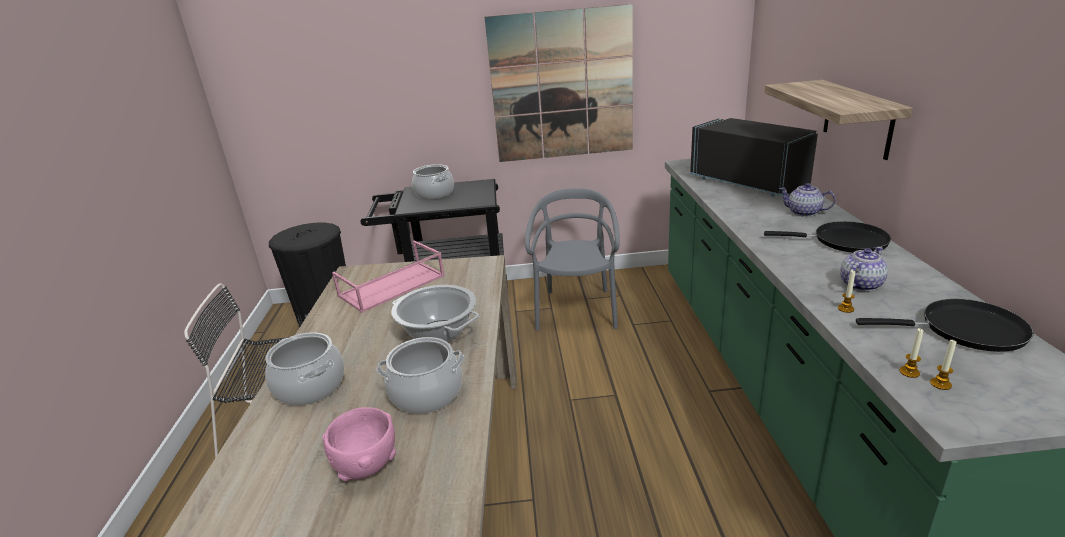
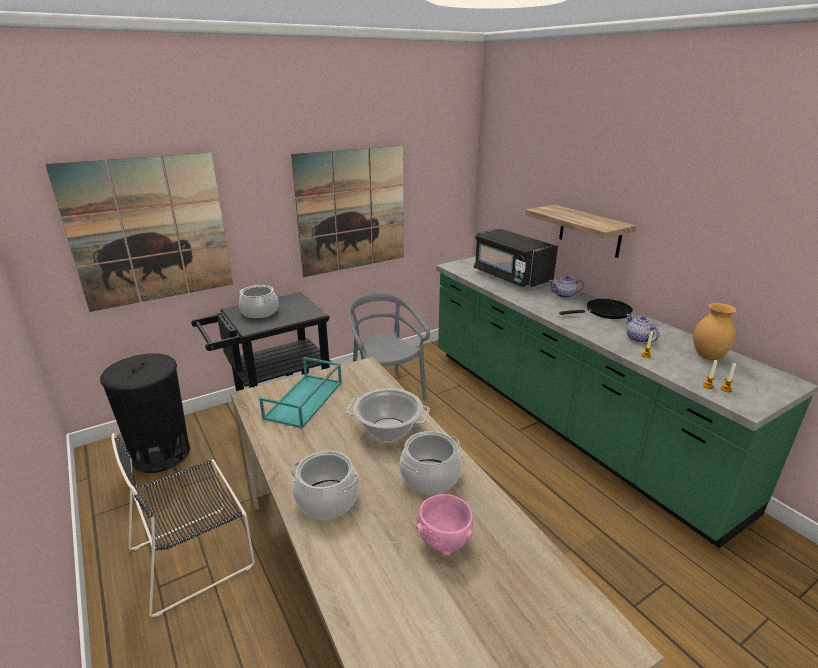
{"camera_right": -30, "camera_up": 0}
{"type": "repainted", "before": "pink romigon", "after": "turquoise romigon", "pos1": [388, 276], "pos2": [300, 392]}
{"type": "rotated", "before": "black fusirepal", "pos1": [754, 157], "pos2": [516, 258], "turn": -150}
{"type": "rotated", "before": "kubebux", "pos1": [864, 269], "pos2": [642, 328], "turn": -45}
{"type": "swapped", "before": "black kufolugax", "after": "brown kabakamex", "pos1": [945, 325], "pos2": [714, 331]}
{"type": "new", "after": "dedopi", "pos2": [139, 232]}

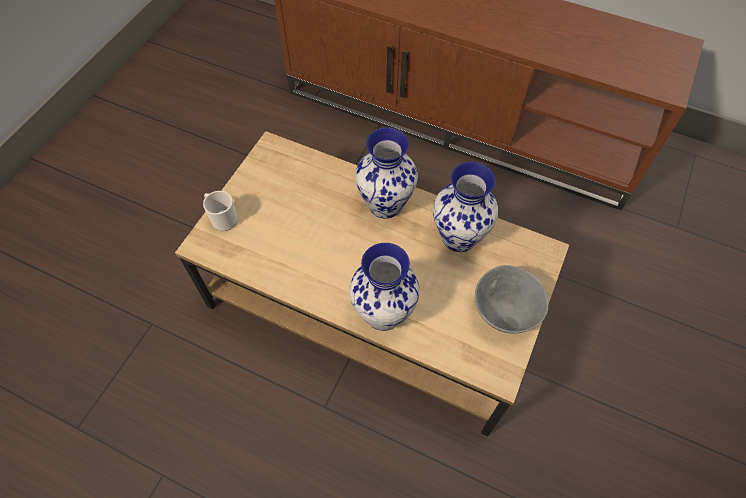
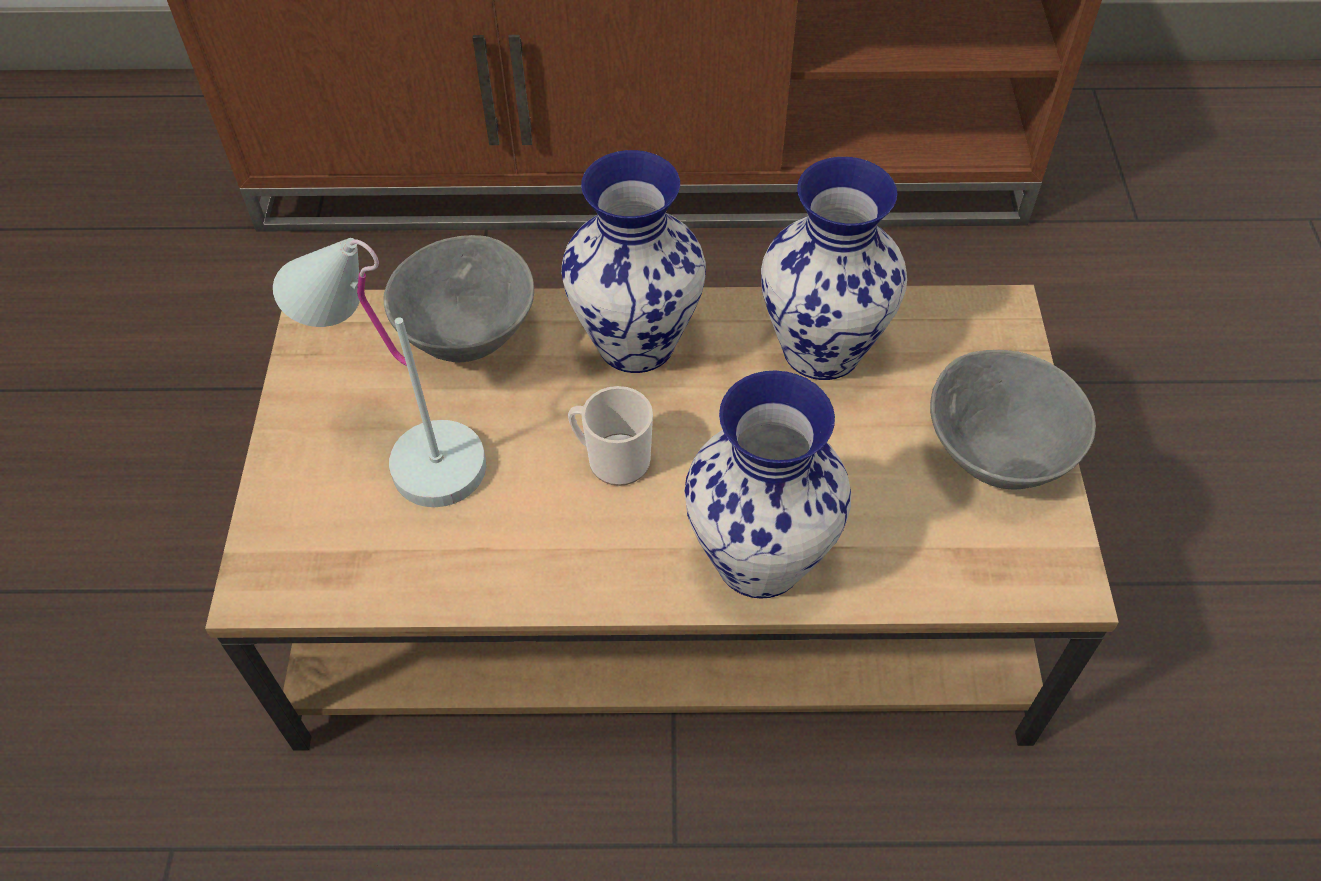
{"camera_right": -25, "camera_up": -5}
{"type": "shifted", "before": "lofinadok", "pos1": [220, 211], "pos2": [610, 436]}
{"type": "new", "after": "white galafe", "pos2": [379, 372]}
{"type": "new", "after": "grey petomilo", "pos2": [458, 299]}

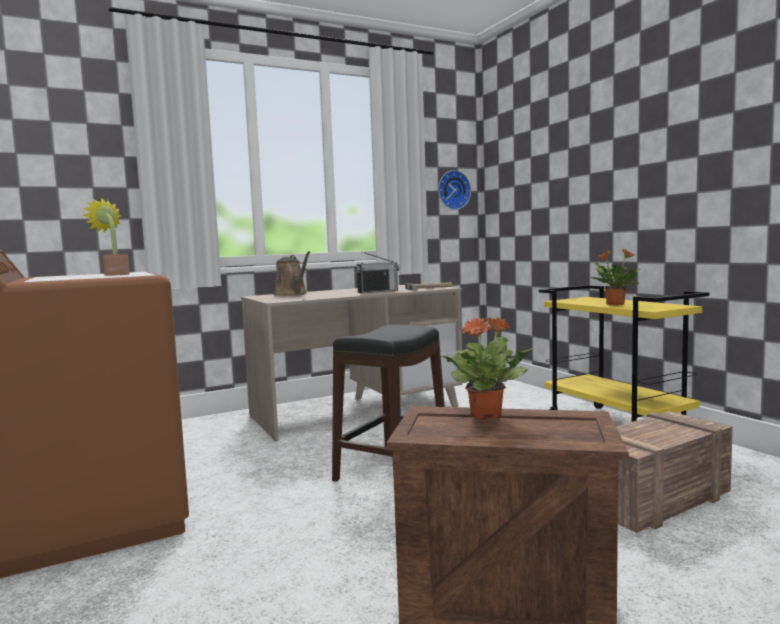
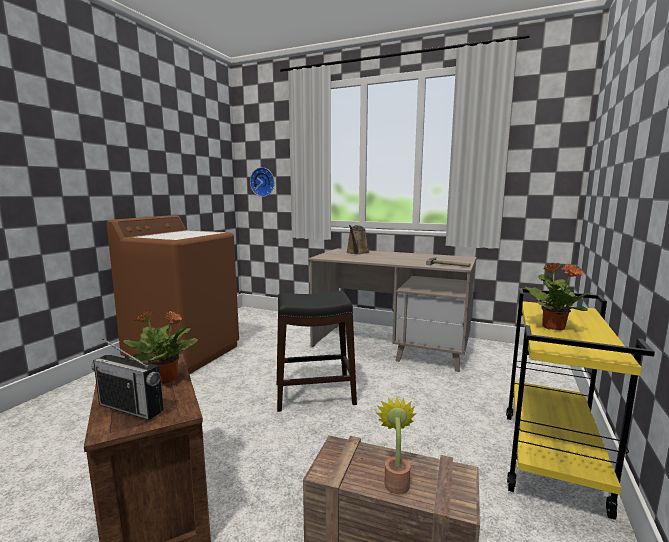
{"camera_right": 50, "camera_up": 5}
{"type": "shifted", "before": "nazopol", "pos1": [106, 237], "pos2": [395, 446]}
{"type": "shifted", "before": "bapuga", "pos1": [377, 272], "pos2": [127, 379]}
{"type": "shifted", "before": "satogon", "pos1": [454, 190], "pos2": [262, 182]}

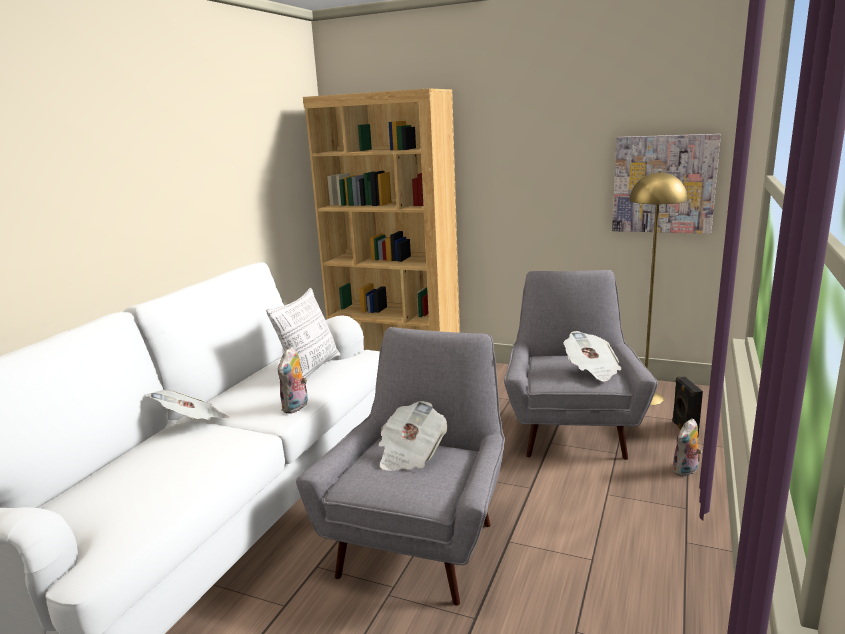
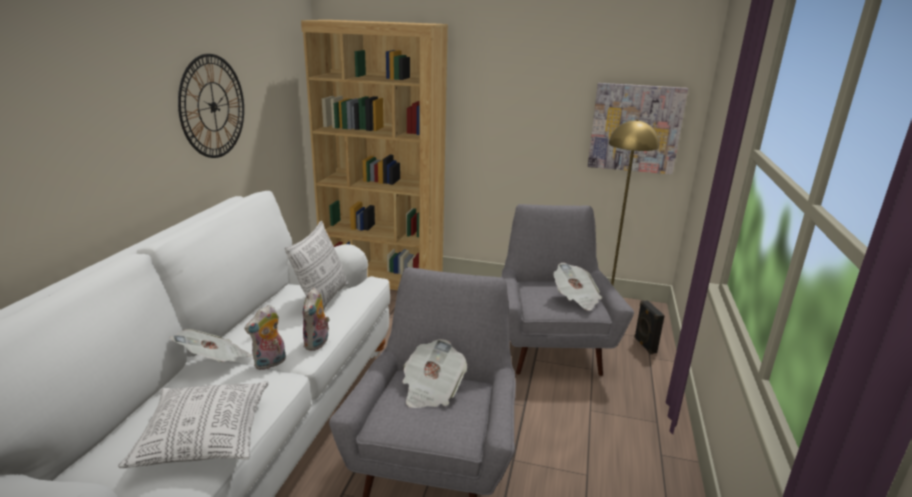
{"camera_right": -10, "camera_up": 5}
{"type": "shifted", "before": "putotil", "pos1": [687, 447], "pos2": [265, 337]}
{"type": "new", "after": "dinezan", "pos2": [193, 424]}
{"type": "new", "after": "satogon", "pos2": [211, 106]}

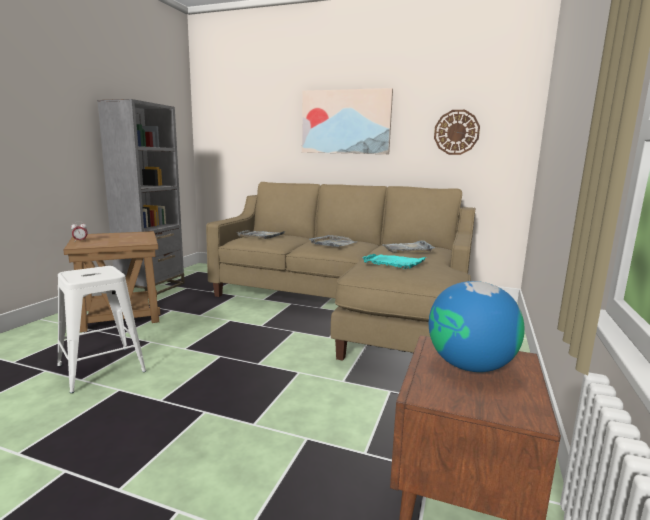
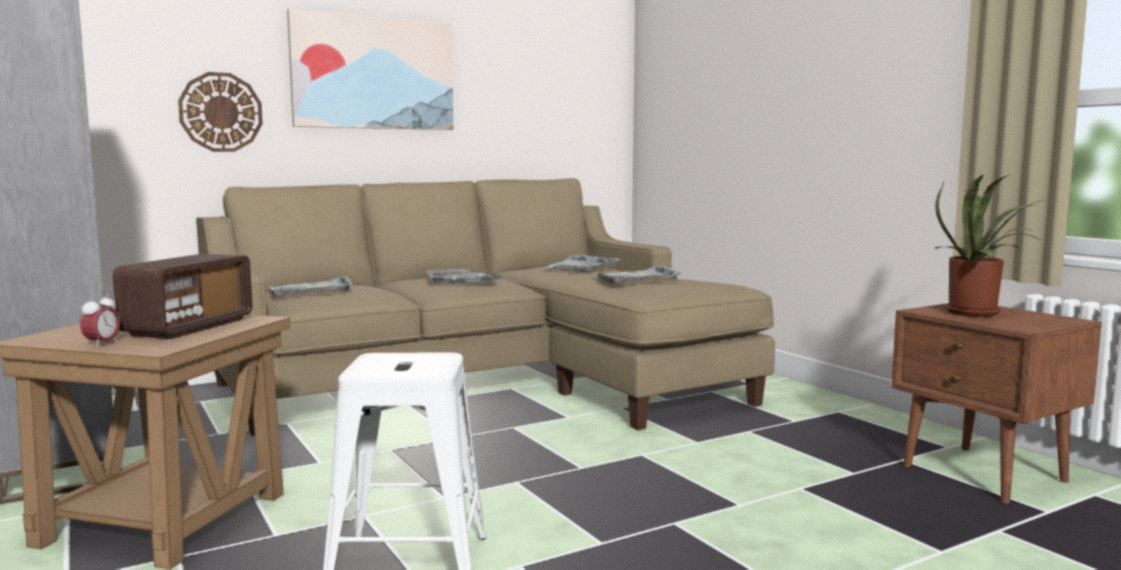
{"camera_right": -50, "camera_up": -5}
{"type": "repainted", "before": "turquoise romigon", "after": "grey romigon", "pos1": [394, 261], "pos2": [638, 274]}
{"type": "swapped", "before": "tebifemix", "after": "nazopol", "pos1": [477, 326], "pos2": [989, 245]}
{"type": "shifted", "before": "satogon", "pos1": [457, 132], "pos2": [220, 112]}
{"type": "new", "after": "bapuga", "pos2": [183, 296]}

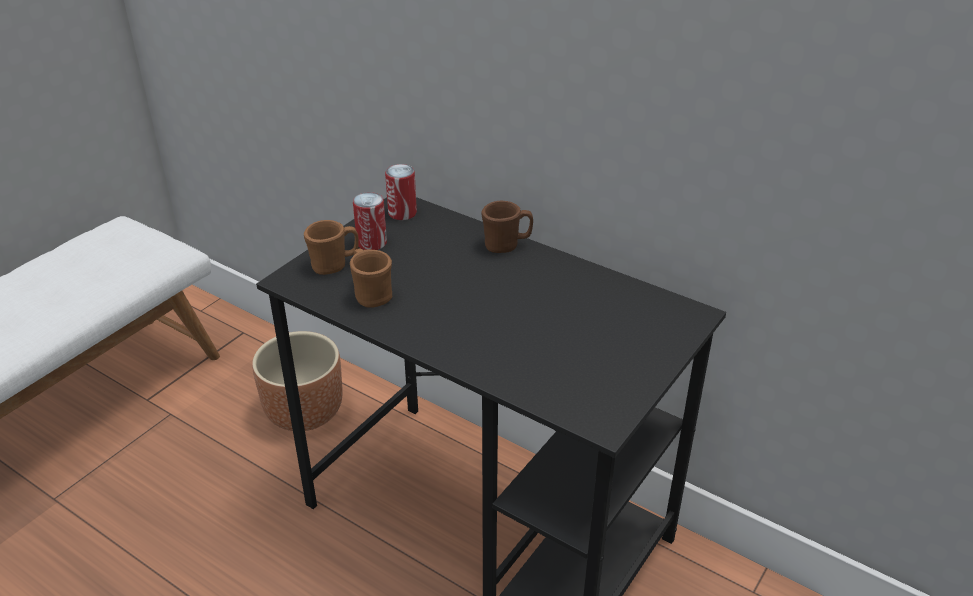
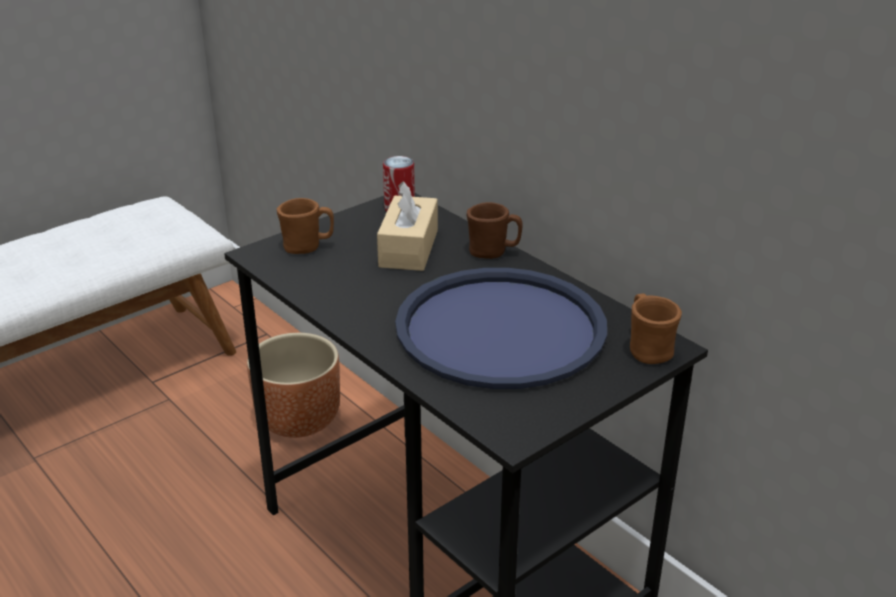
{"camera_right": 15, "camera_up": -5}
{"type": "shifted", "before": "brown lofinadok", "pos1": [371, 278], "pos2": [656, 328]}
{"type": "gone", "before": "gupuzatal", "pos1": [370, 221]}
{"type": "new", "after": "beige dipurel", "pos2": [407, 226]}
{"type": "new", "after": "blue romigon", "pos2": [501, 328]}

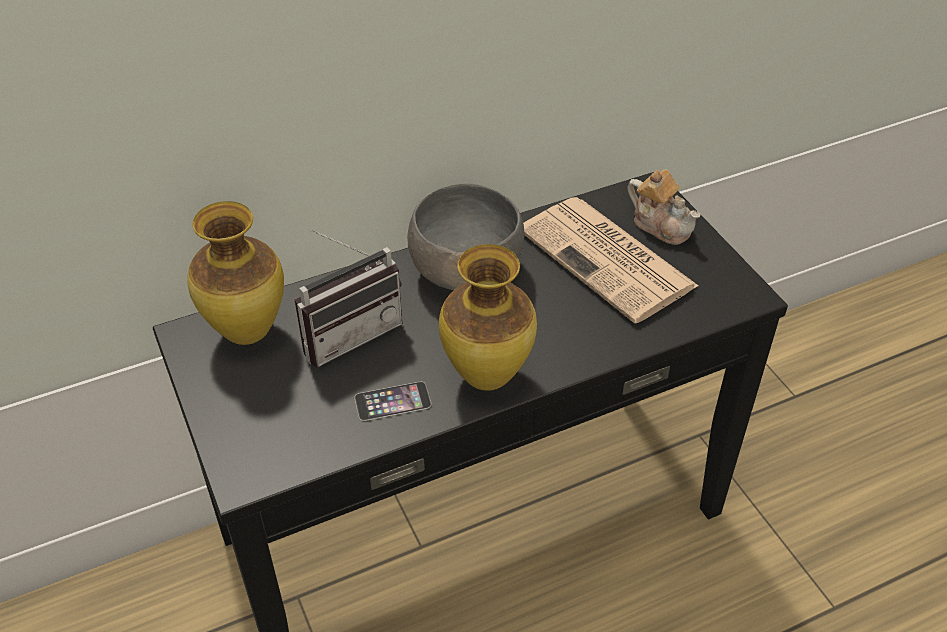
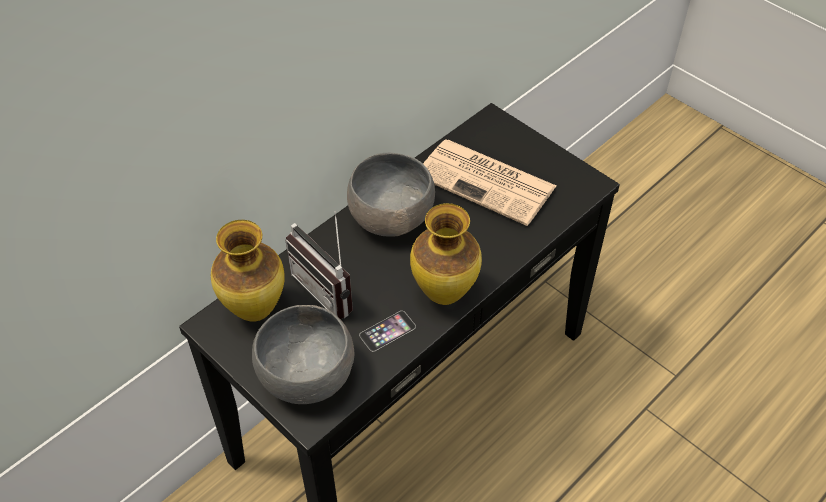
{"camera_right": -20, "camera_up": 5}
{"type": "rotated", "before": "bapuga", "pos1": [348, 298], "pos2": [319, 265], "turn": 105}
{"type": "gone", "before": "kubebux", "pos1": [664, 207]}
{"type": "new", "after": "grey petomilo", "pos2": [303, 354]}

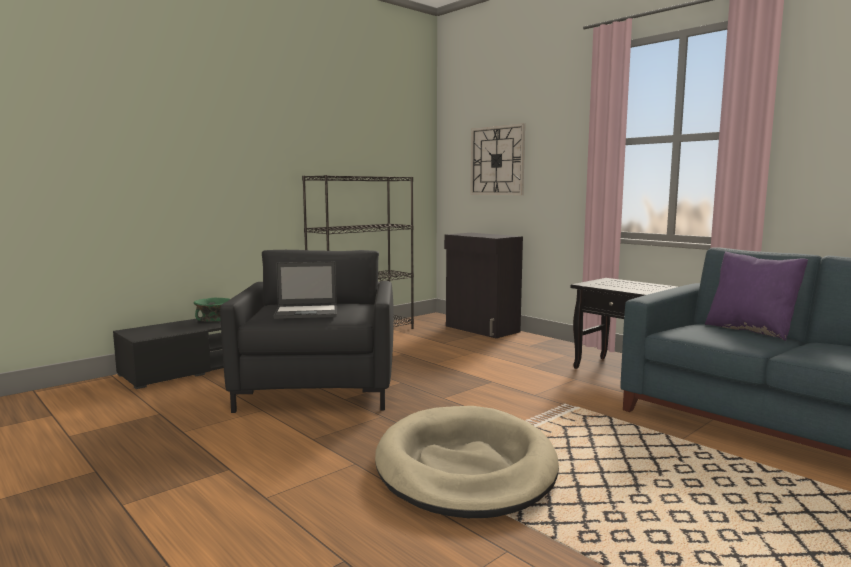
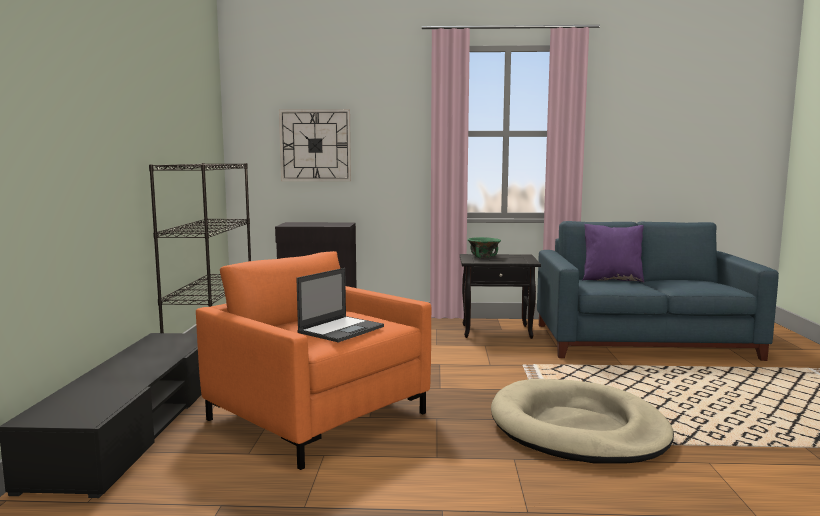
{"camera_right": -45, "camera_up": 0}
{"type": "shifted", "before": "green petomilo", "pos1": [212, 310], "pos2": [484, 247]}
{"type": "repainted", "before": "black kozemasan", "after": "orange kozemasan", "pos1": [307, 331], "pos2": [313, 360]}

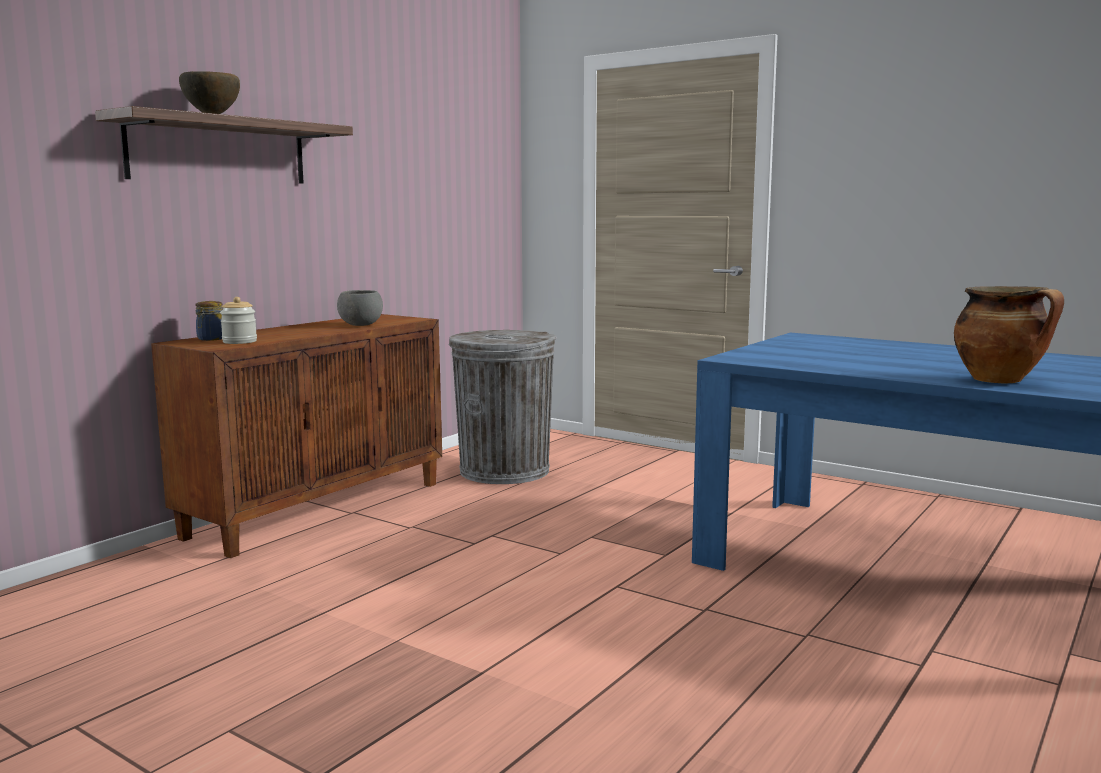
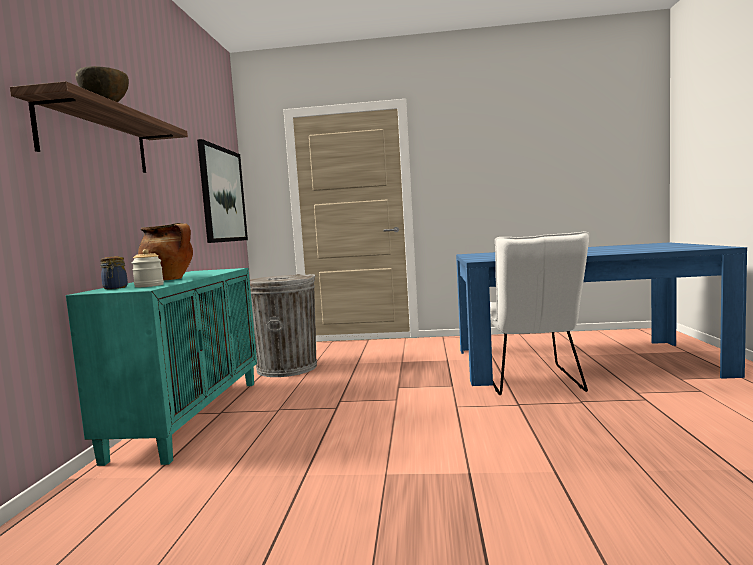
{"camera_right": -30, "camera_up": -5}
{"type": "repainted", "before": "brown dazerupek", "after": "turquoise dazerupek", "pos1": [296, 436], "pos2": [161, 367]}
{"type": "gone", "before": "grey petomilo", "pos1": [360, 308]}
{"type": "shifted", "before": "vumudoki", "pos1": [1009, 334], "pos2": [165, 252]}
{"type": "new", "after": "dedopi", "pos2": [222, 191]}
{"type": "new", "after": "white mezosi", "pos2": [540, 313]}

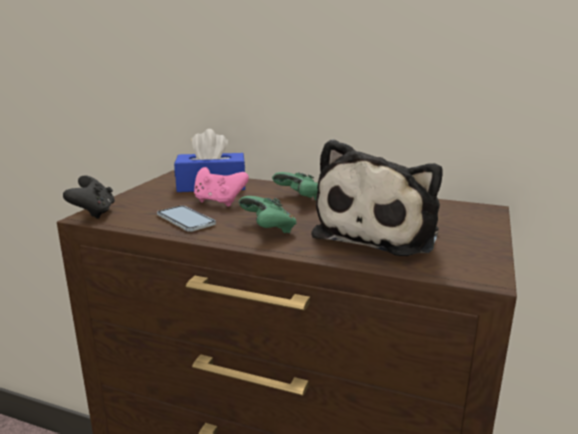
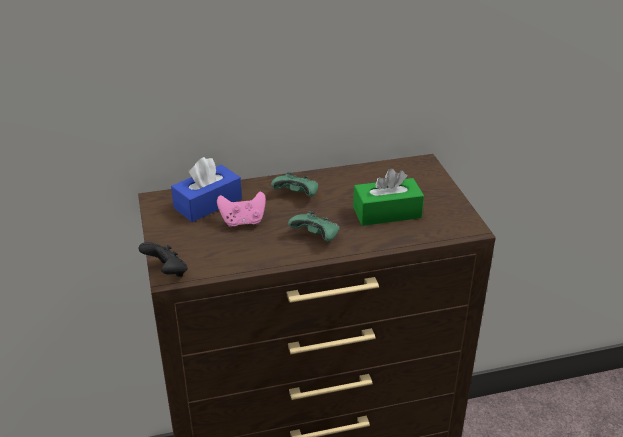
{"camera_right": -35, "camera_up": 15}
{"type": "gone", "before": "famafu", "pos1": [186, 218]}
{"type": "swapped", "before": "putotil", "after": "green dipurel", "pos1": [377, 197], "pos2": [388, 197]}

